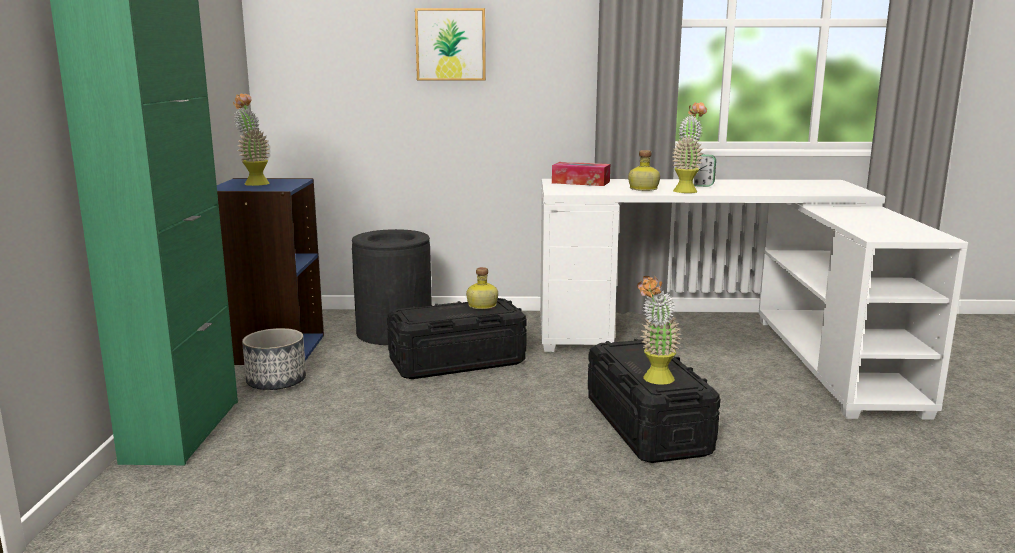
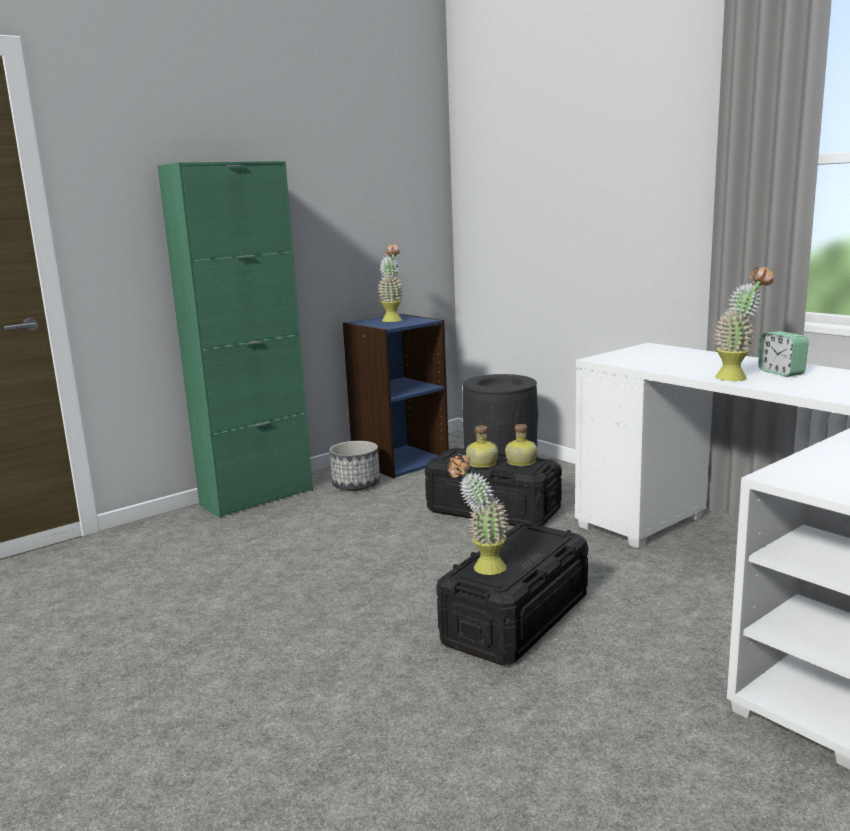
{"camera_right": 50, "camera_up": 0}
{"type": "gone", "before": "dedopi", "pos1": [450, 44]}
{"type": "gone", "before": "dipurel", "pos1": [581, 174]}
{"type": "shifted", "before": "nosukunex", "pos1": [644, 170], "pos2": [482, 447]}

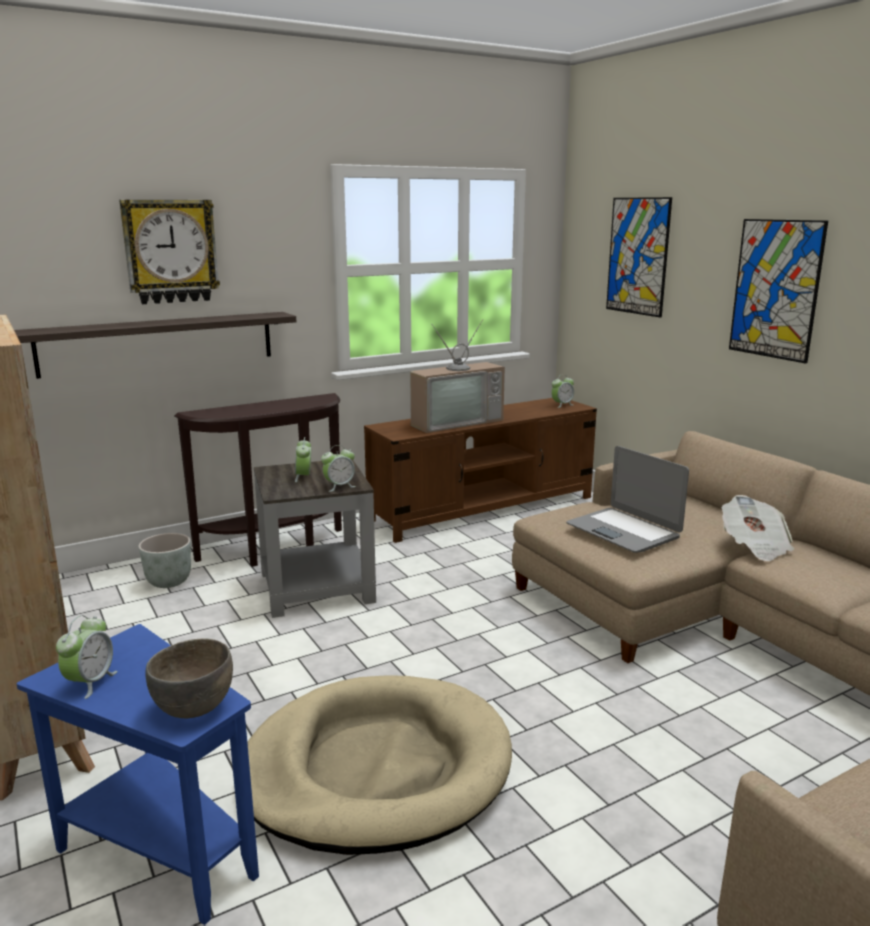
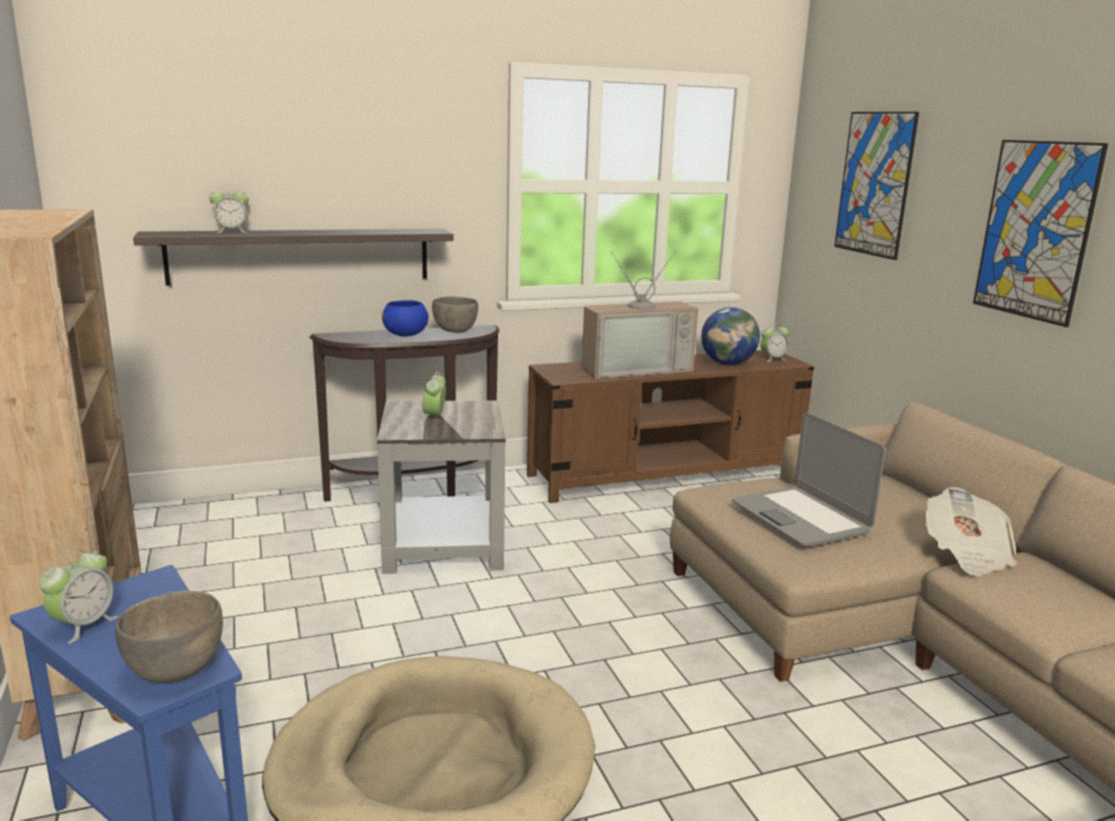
{"camera_right": 10, "camera_up": 0}
{"type": "gone", "before": "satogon", "pos1": [169, 252]}
{"type": "gone", "before": "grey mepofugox", "pos1": [164, 560]}
{"type": "shifted", "before": "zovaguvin", "pos1": [338, 468], "pos2": [229, 209]}
{"type": "new", "after": "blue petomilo", "pos2": [405, 318]}
{"type": "new", "after": "grey petomilo", "pos2": [455, 315]}
{"type": "new", "after": "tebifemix", "pos2": [730, 336]}

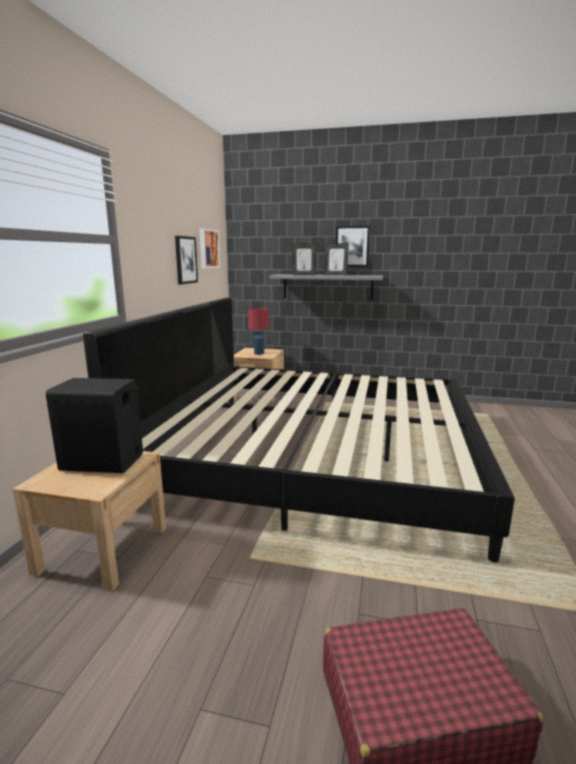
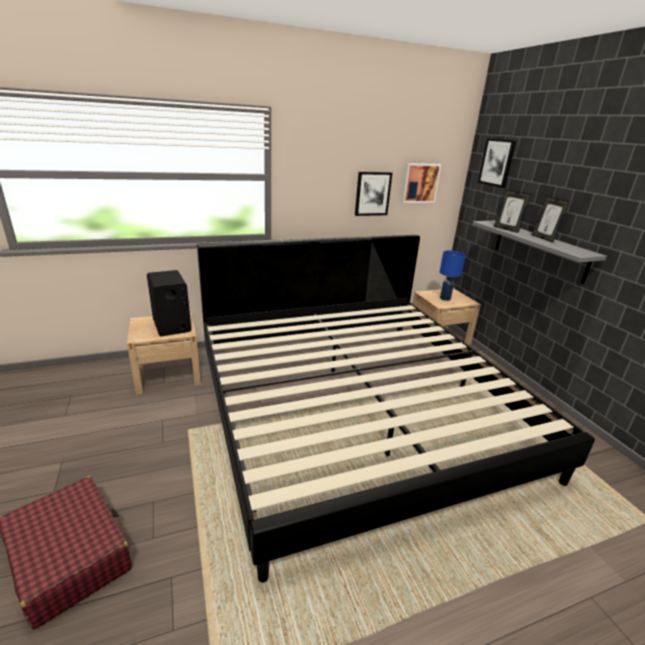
{"camera_right": 55, "camera_up": 10}
{"type": "repainted", "before": "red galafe", "after": "blue galafe", "pos1": [258, 331], "pos2": [453, 275]}
{"type": "shifted", "before": "dedopi", "pos1": [353, 246], "pos2": [497, 163]}

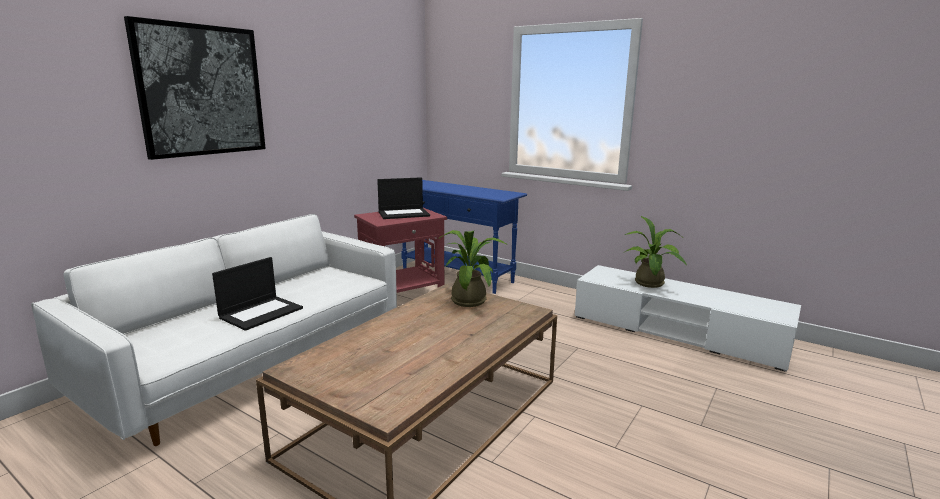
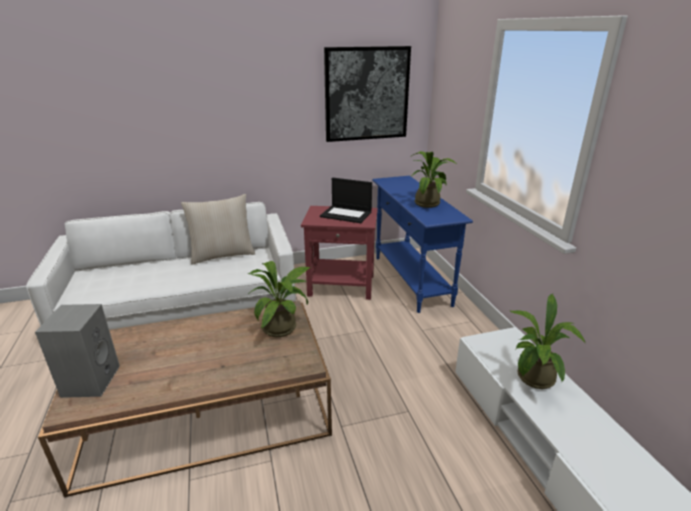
{"camera_right": 40, "camera_up": 10}
{"type": "shifted", "before": "dedopi", "pos1": [195, 88], "pos2": [367, 94]}
{"type": "gone", "before": "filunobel", "pos1": [257, 294]}
{"type": "new", "after": "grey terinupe", "pos2": [77, 351]}
{"type": "new", "after": "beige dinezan", "pos2": [218, 229]}
{"type": "new", "after": "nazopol", "pos2": [433, 179]}

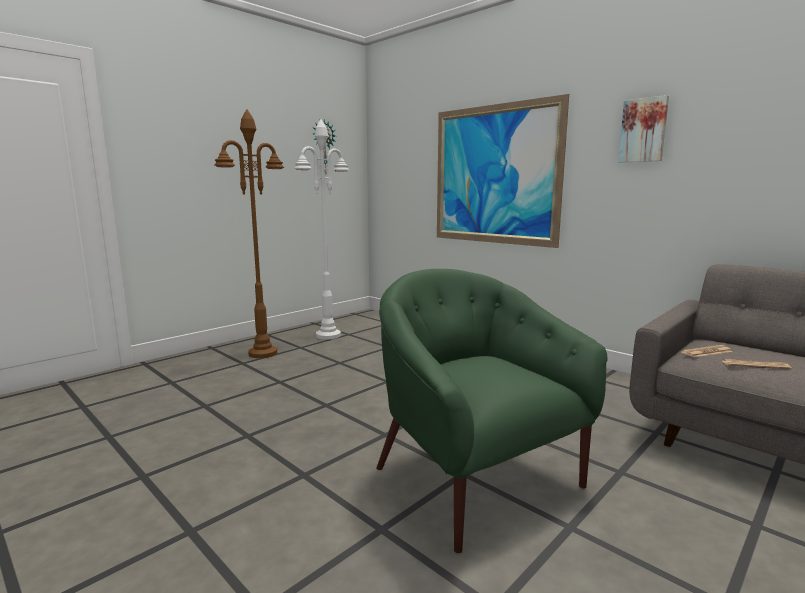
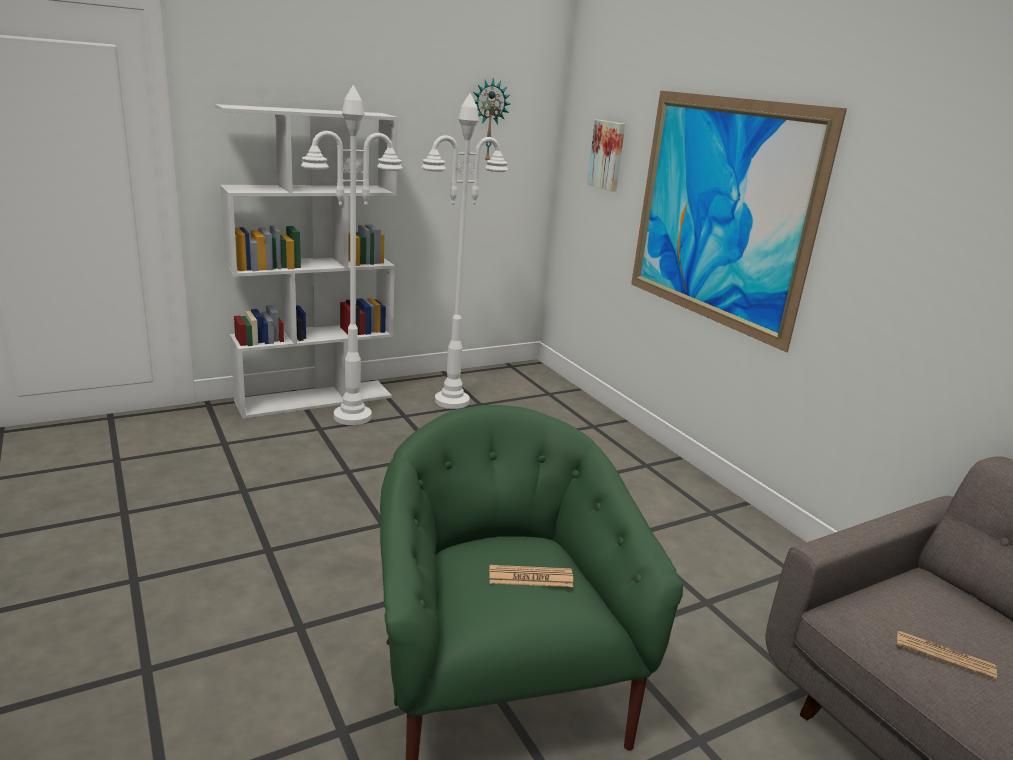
{"camera_right": 15, "camera_up": 10}
{"type": "repainted", "before": "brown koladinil", "after": "white koladinil", "pos1": [249, 233], "pos2": [352, 255]}
{"type": "shifted", "before": "dedopi", "pos1": [643, 129], "pos2": [606, 155]}
{"type": "shifted", "before": "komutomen", "pos1": [706, 351], "pos2": [531, 576]}
{"type": "new", "after": "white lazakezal", "pos2": [306, 261]}

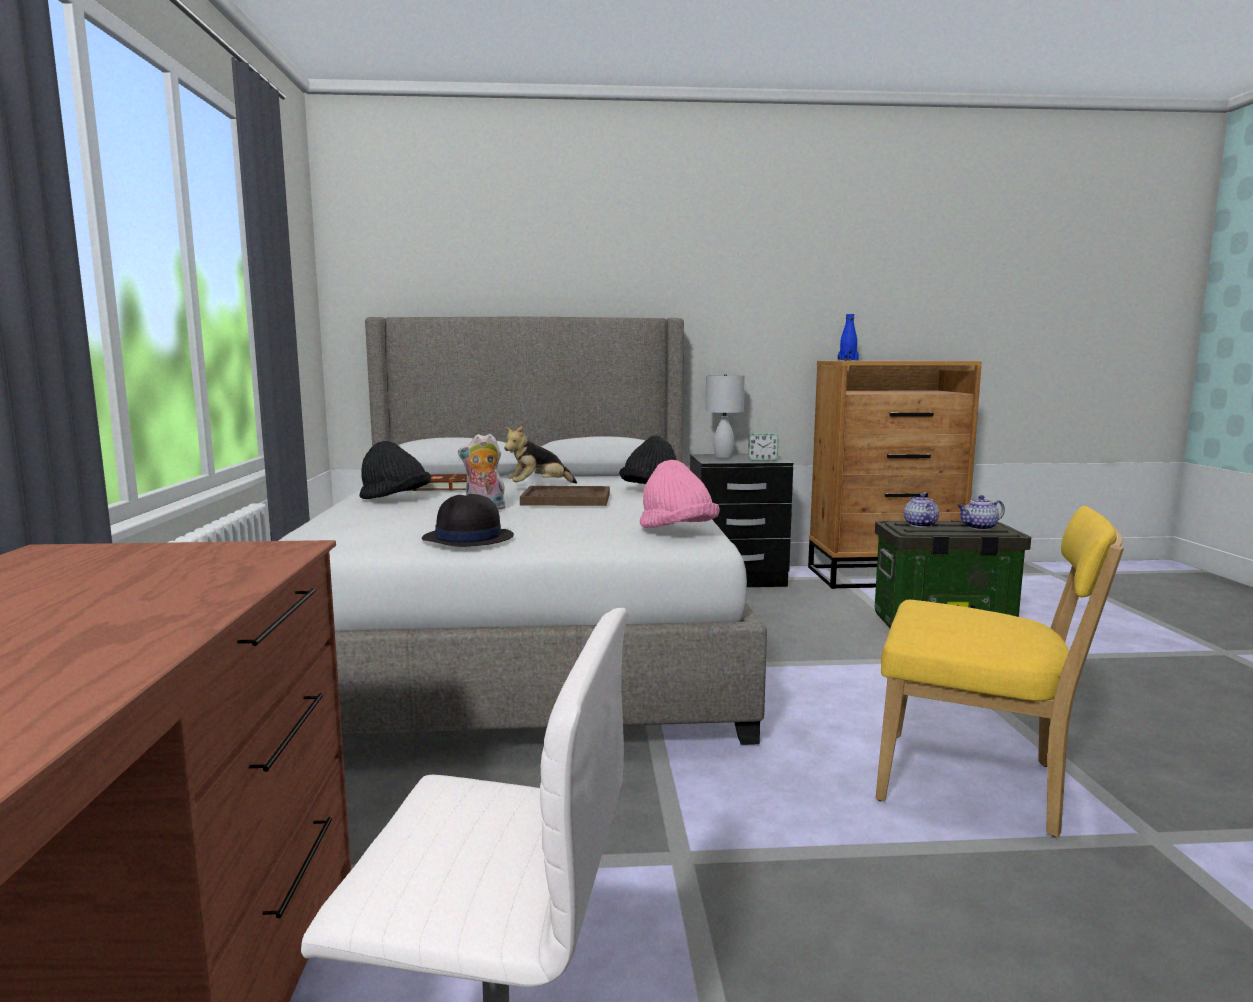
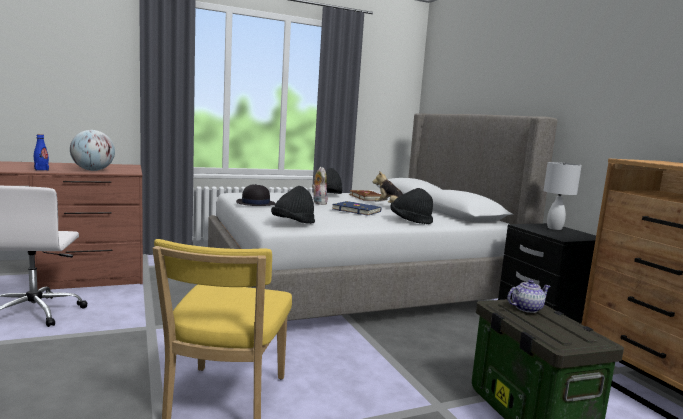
{"camera_right": 70, "camera_up": 0}
{"type": "swapped", "before": "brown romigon", "after": "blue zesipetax", "pos1": [565, 496], "pos2": [356, 208]}
{"type": "repainted", "before": "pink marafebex", "after": "black marafebex", "pos1": [680, 494], "pos2": [293, 205]}
{"type": "gone", "before": "zovaguvin", "pos1": [763, 447]}
{"type": "shifted", "before": "blue nosukunex", "pos1": [848, 337], "pos2": [41, 152]}
{"type": "gone", "before": "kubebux", "pos1": [981, 512]}
{"type": "new", "after": "tebifemix", "pos2": [92, 150]}

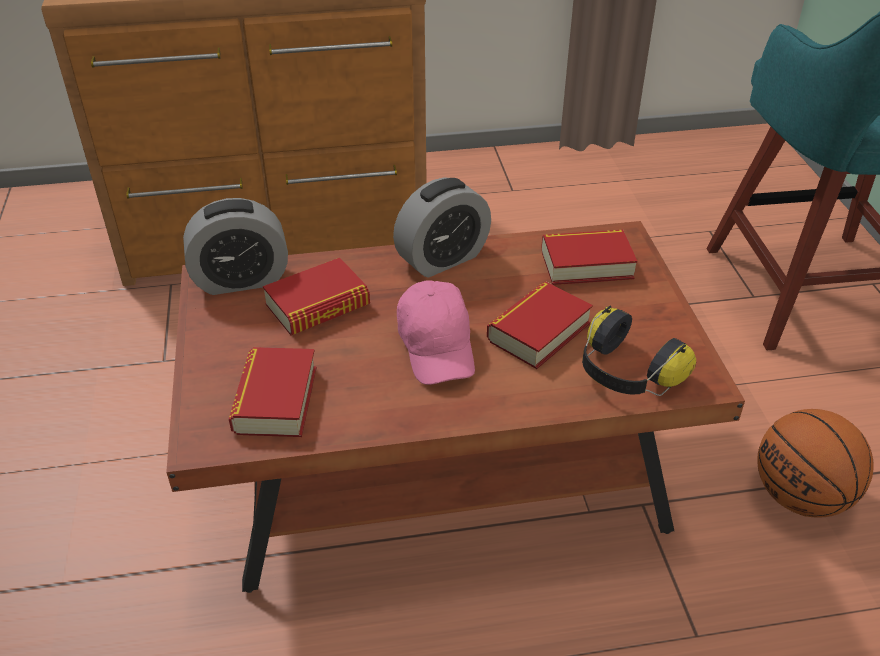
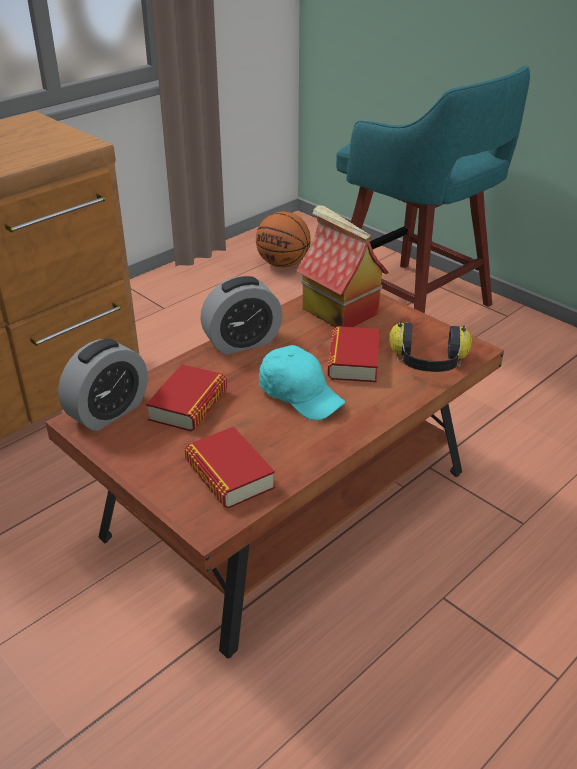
{"camera_right": -35, "camera_up": -5}
{"type": "rotated", "before": "zovaguvin", "pos1": [442, 227], "pos2": [241, 315], "turn": 45}
{"type": "repainted", "before": "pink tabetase", "after": "turquoise tabetase", "pos1": [436, 332], "pos2": [302, 383]}
{"type": "swapped", "before": "zesipetax", "after": "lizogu", "pos1": [589, 257], "pos2": [342, 266]}
{"type": "shifted", "before": "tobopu", "pos1": [815, 463], "pos2": [283, 239]}

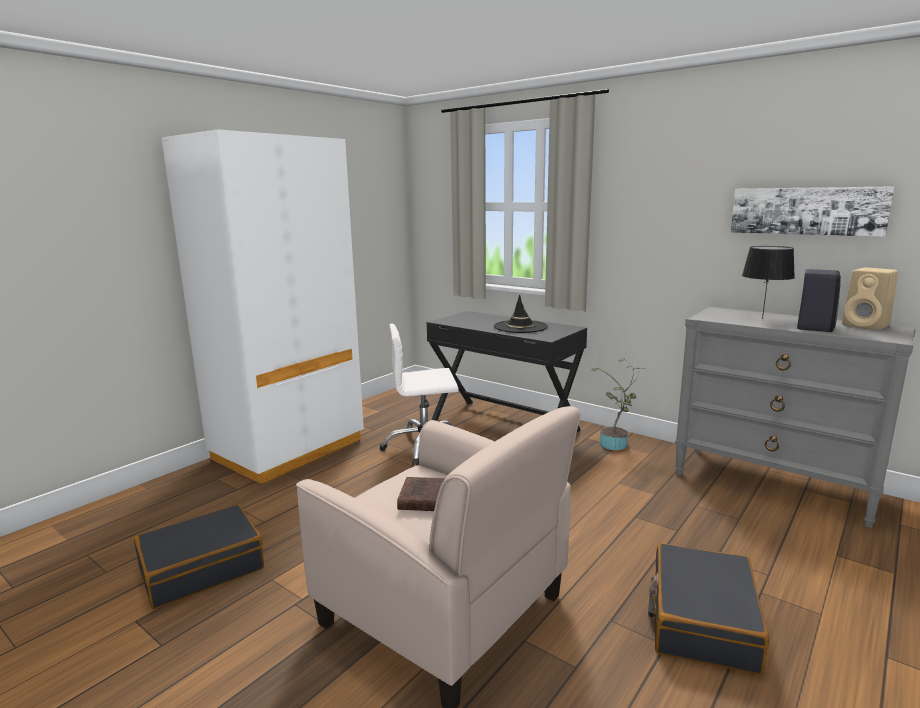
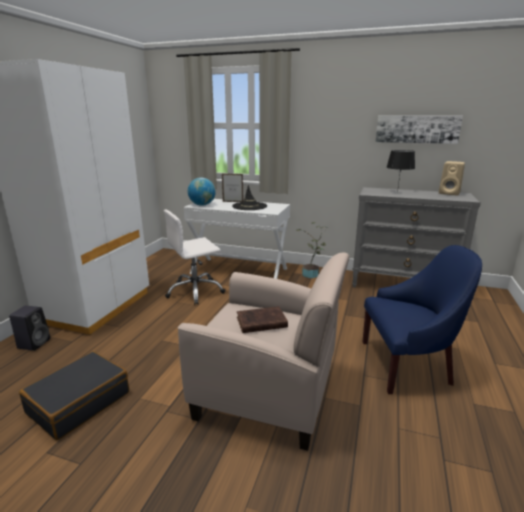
{"camera_right": -20, "camera_up": 5}
{"type": "repainted", "before": "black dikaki", "after": "white dikaki", "pos1": [507, 371], "pos2": [237, 239]}
{"type": "swapped", "before": "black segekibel", "after": "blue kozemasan", "pos1": [708, 609], "pos2": [422, 319]}
{"type": "shifted", "before": "black terinupe", "pos1": [819, 300], "pos2": [29, 328]}
{"type": "new", "after": "tebifemix", "pos2": [202, 192]}
{"type": "new", "after": "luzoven", "pos2": [232, 188]}

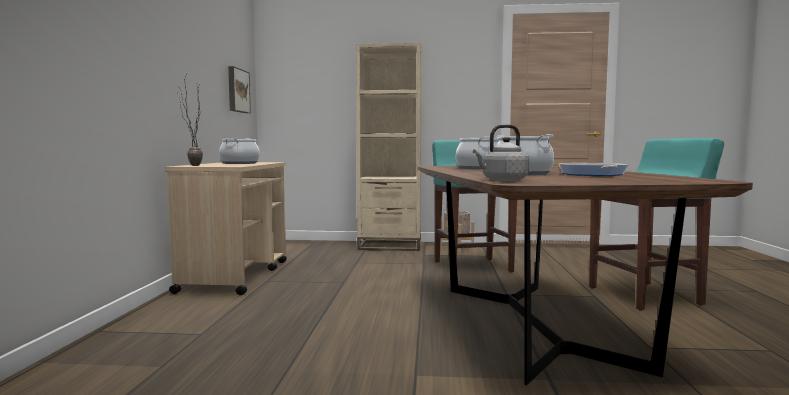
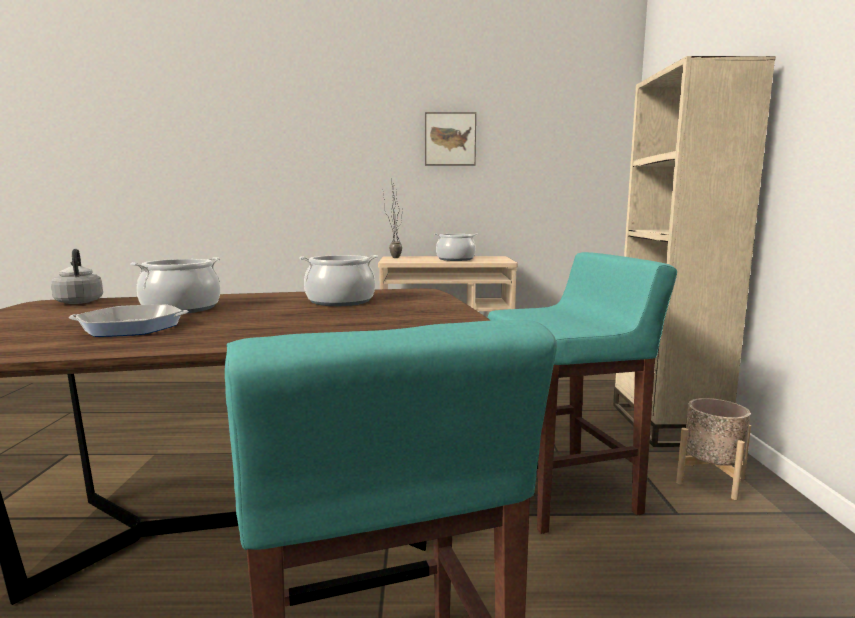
{"camera_right": 85, "camera_up": 5}
{"type": "shifted", "before": "dedopi", "pos1": [239, 89], "pos2": [450, 139]}

